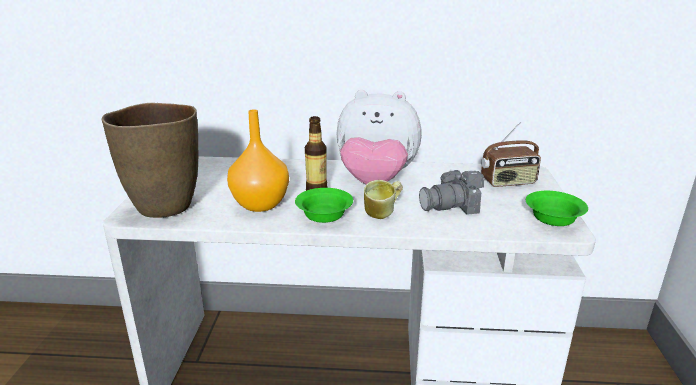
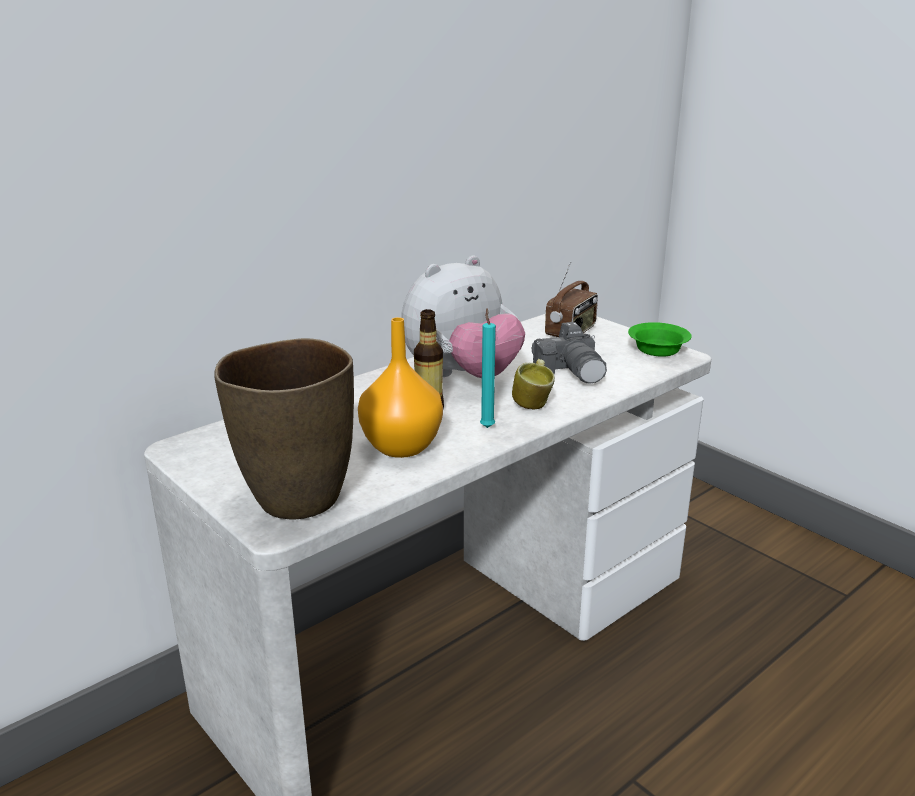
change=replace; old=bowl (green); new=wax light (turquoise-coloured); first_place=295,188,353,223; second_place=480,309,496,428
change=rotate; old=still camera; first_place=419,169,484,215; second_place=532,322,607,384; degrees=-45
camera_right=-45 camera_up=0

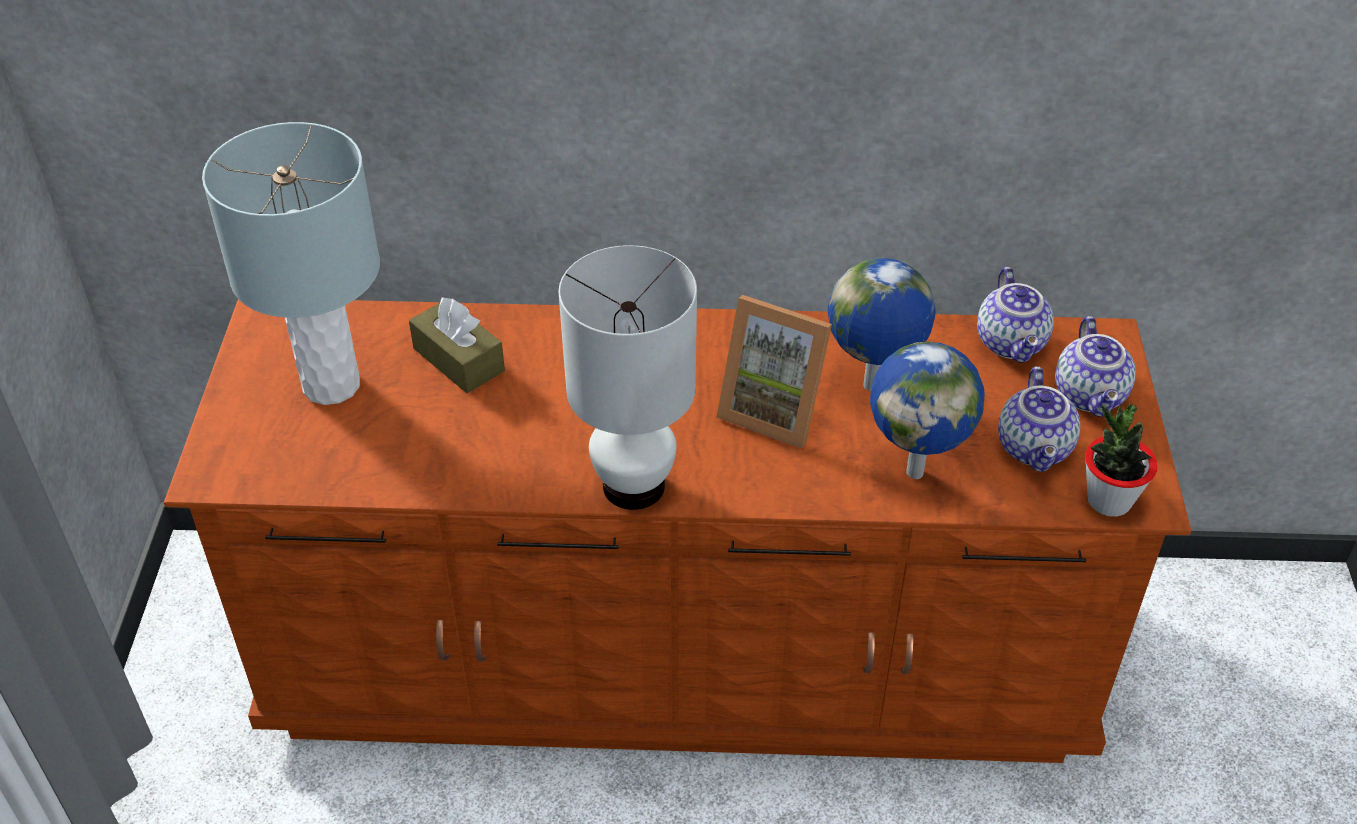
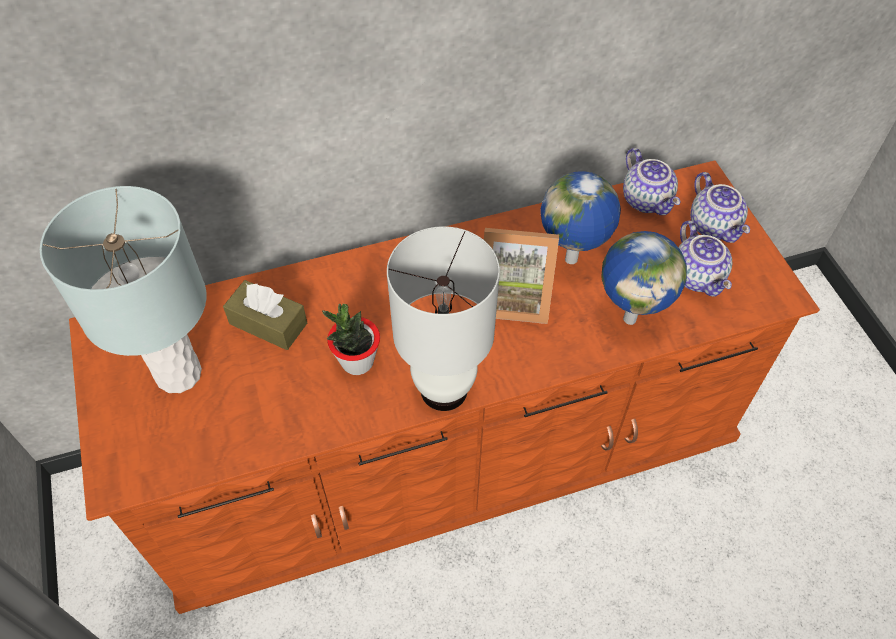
change=move; old=potted plant; first_place=1085,404,1158,517; second_place=322,303,380,375
camera_right=-20 camera_up=10

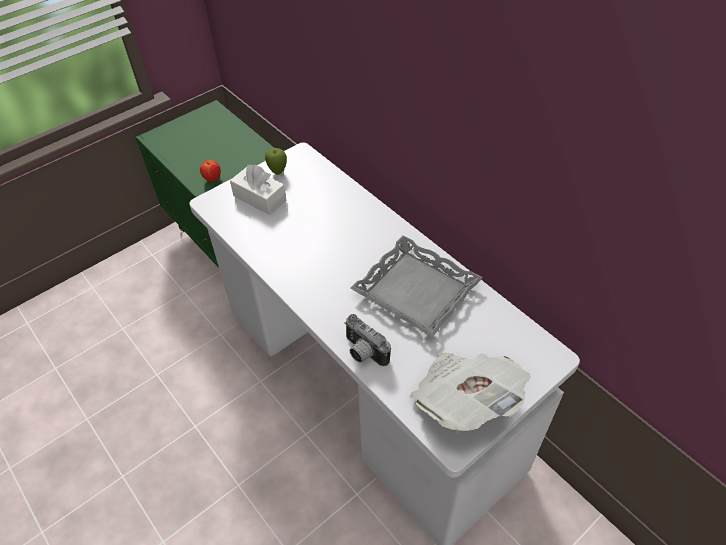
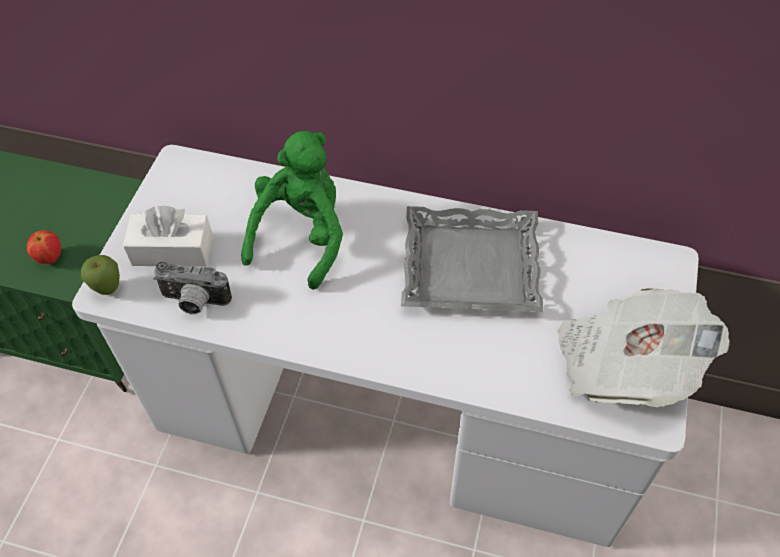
change=move; old=apple; first_place=265,148,287,175; second_place=81,255,120,295
change=move; old=still camera; first_place=344,314,391,366; second_place=153,261,232,314
change=insert; new=plush toy (green); second_place=241,131,343,290
camera_right=-35 camera_up=5

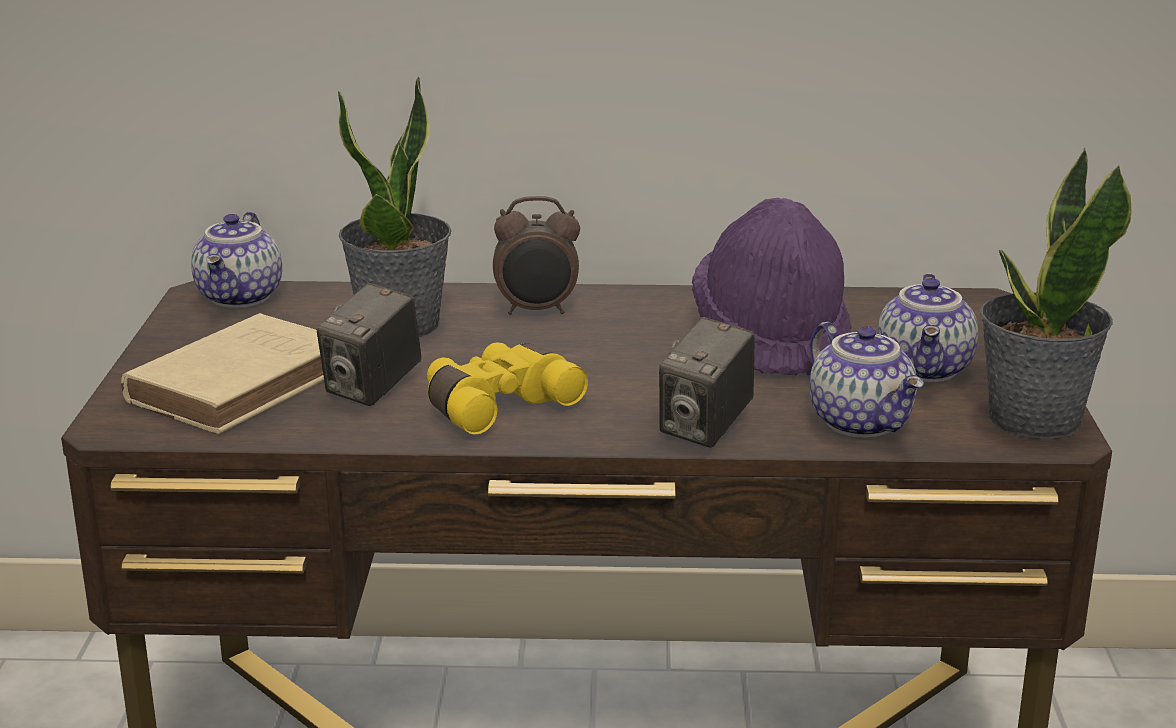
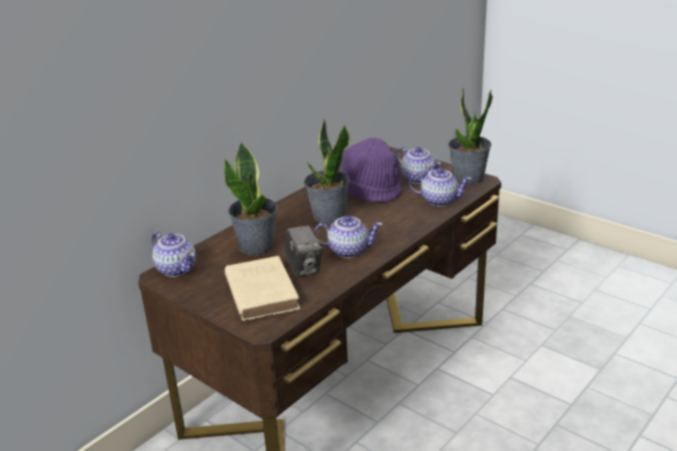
change=insert; new=potted plant; second_place=304,119,350,224
change=replace; old=binoculars (yellow); new=pot for tea; first_place=427,342,588,434; second_place=314,215,383,258
change=delete; old=bedside clock; first_place=493,196,580,315
change=delete; old=still camera; first_place=659,317,755,448
camera_right=-50 camera_up=5

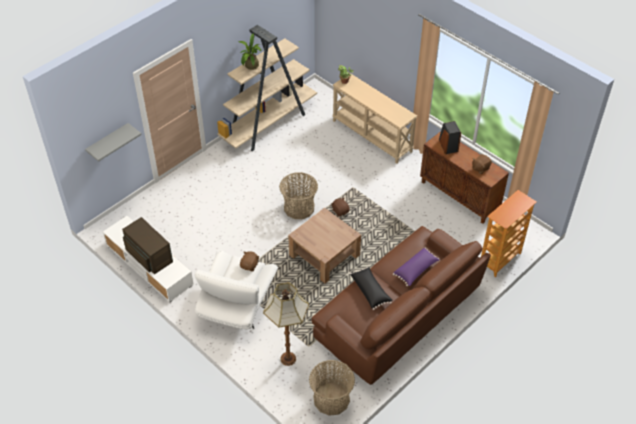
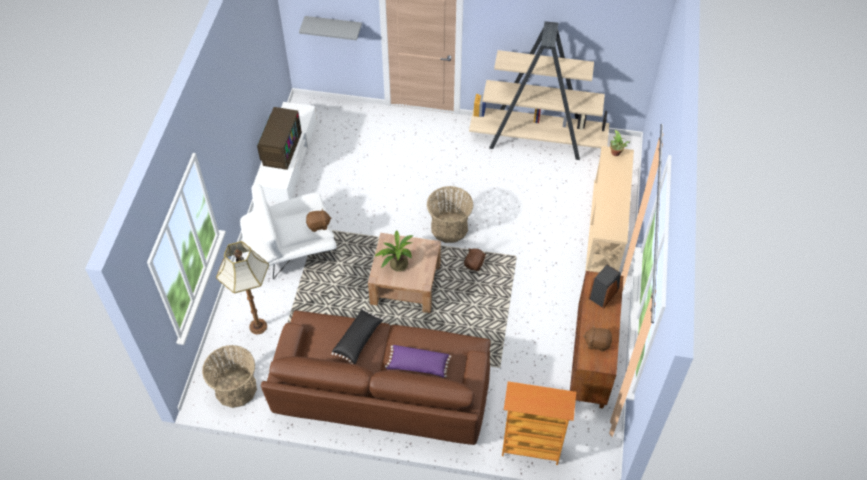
change=move; old=potted plant; first_place=238,33,262,70; second_place=375,230,414,272
camera_right=55 camera_up=5

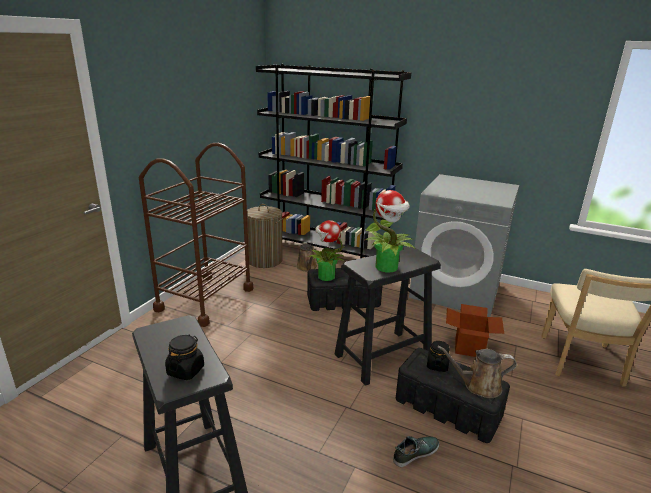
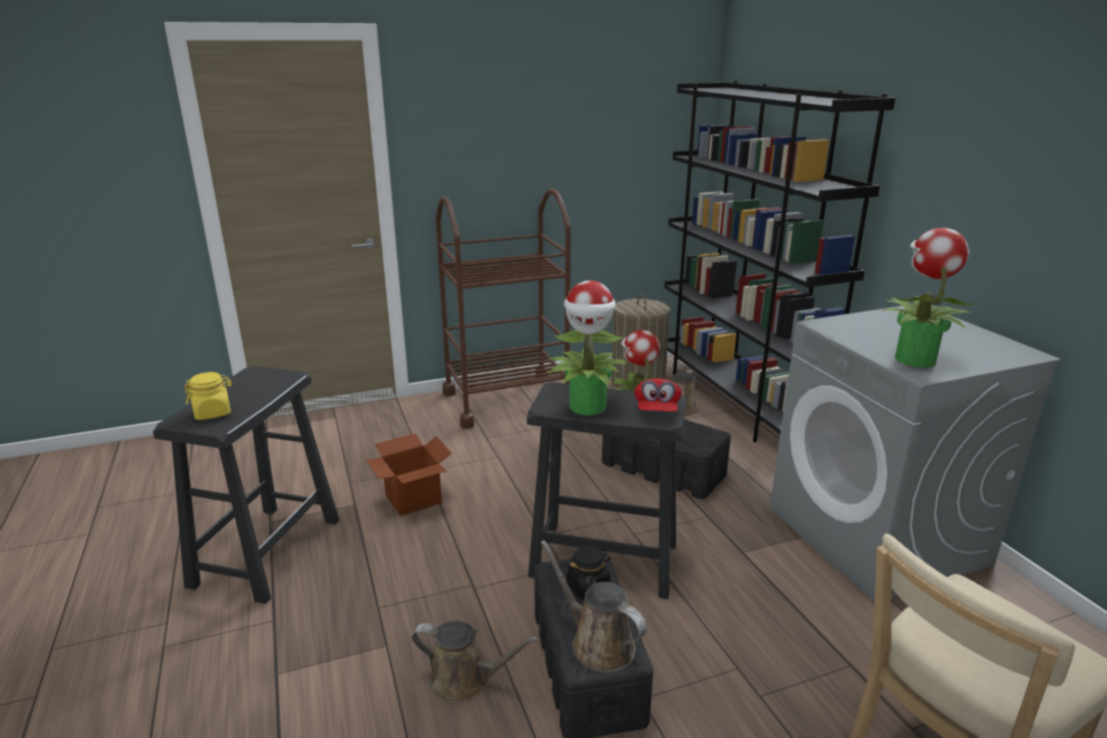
change=recolor; old=jar (black-coloured); new=jar (yellow); first_place=165,335,204,380; second_place=184,372,232,420
change=move; old=carton; first_place=446,304,504,357; second_place=366,433,452,516
change=replace; old=low shoe; new=watering can (brown); first_place=393,436,439,467; second_place=412,621,539,704
change=insert; new=peaked cap (reddish); second_place=634,379,681,412
change=insert; new=potted plant; second_place=882,228,976,367
camera_right=45 camera_up=0

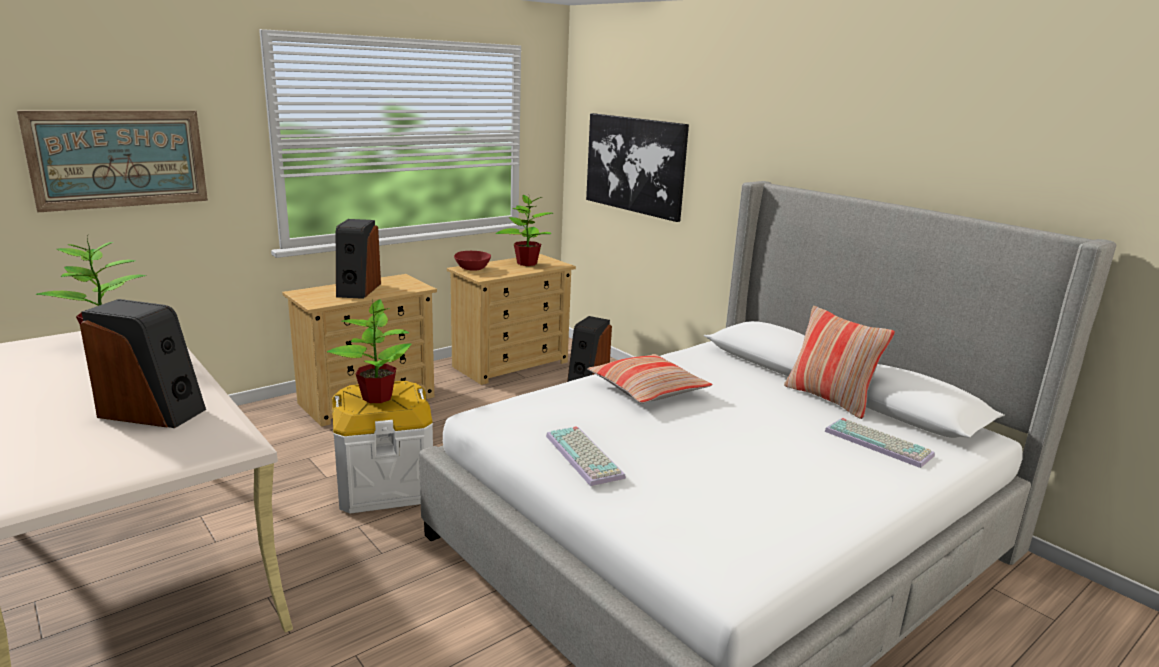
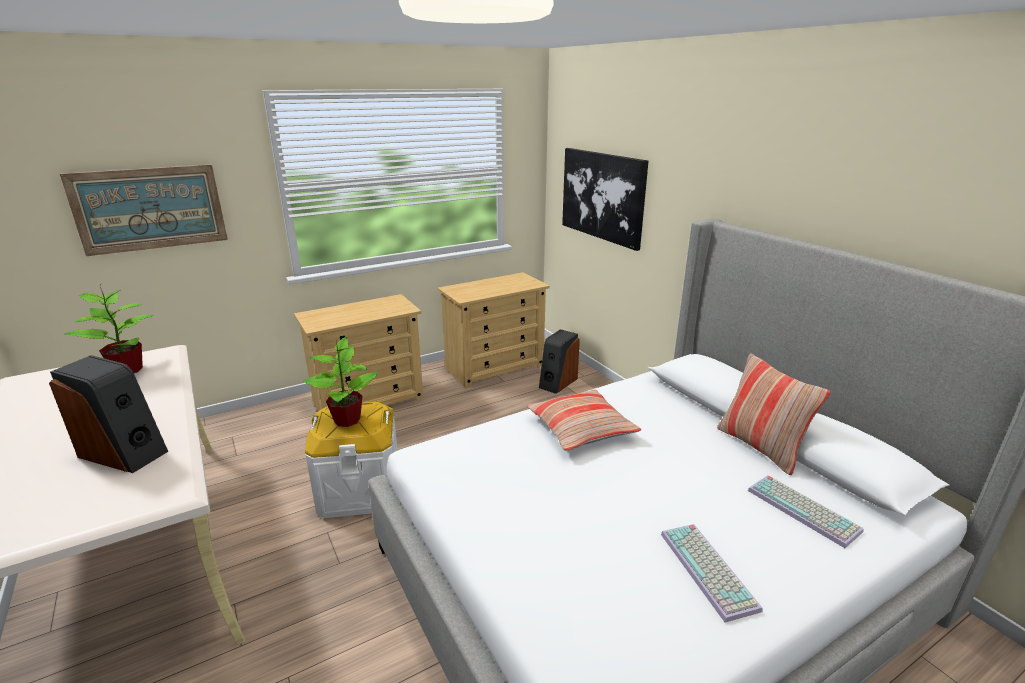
change=move; old=PC keyboard; first_place=546,426,626,486; second_place=661,524,763,622
change=delete; old=speaker; first_place=336,219,381,299
change=delete; old=bowl (reddish); first_place=454,251,491,271
change=delete; old=potted plant; first_place=496,195,553,266
camera_right=10 camera_up=5

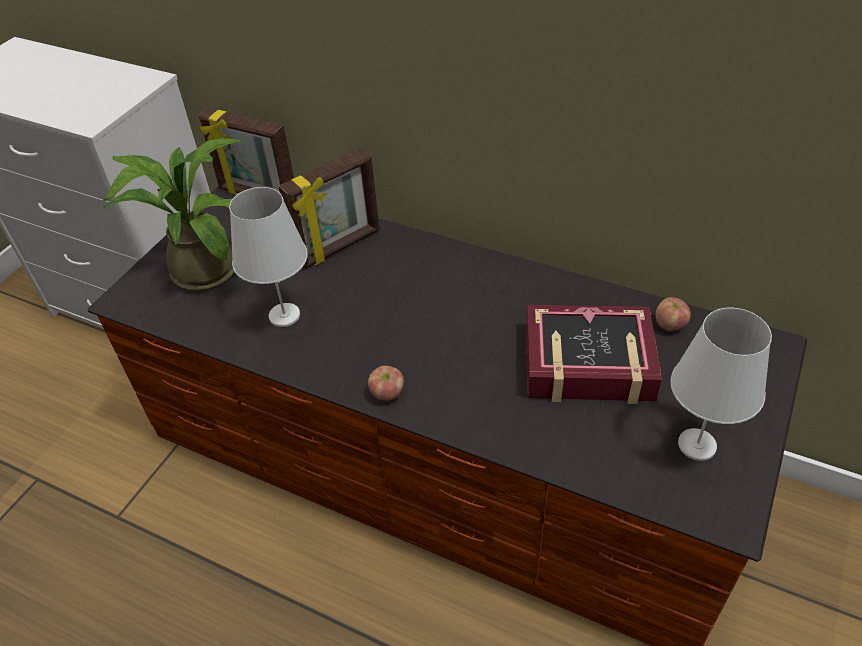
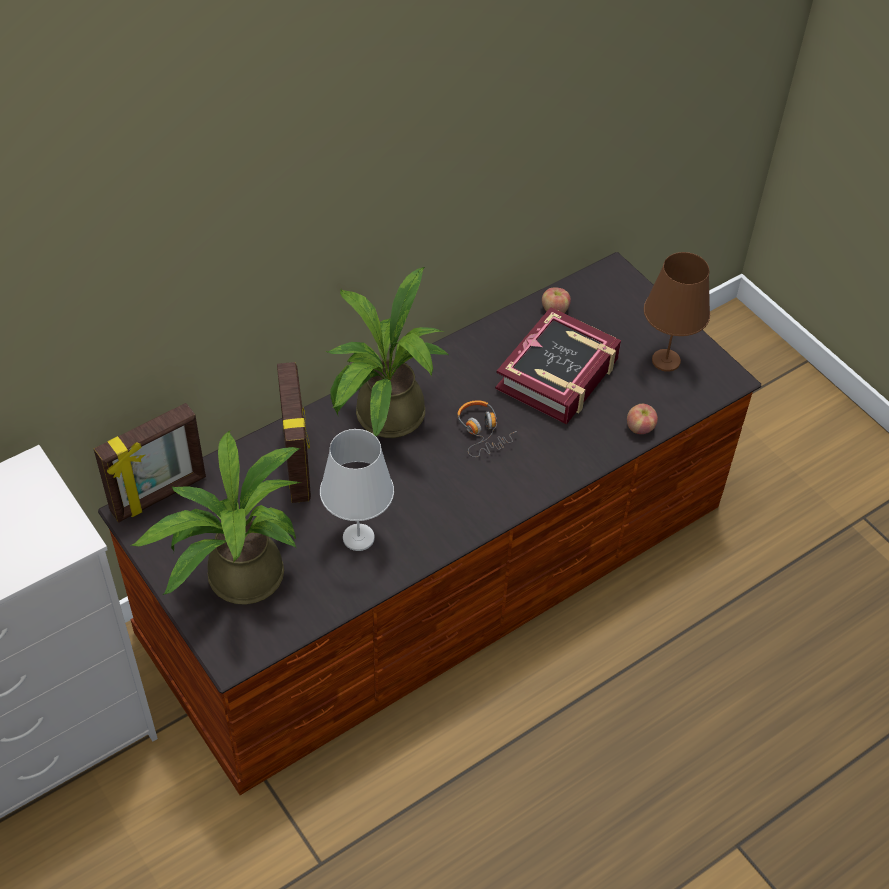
change=insert; new=potted plant; second_place=326,267,450,438
change=insert; new=headphones; second_place=457,400,517,457
change=move; old=apple; first_place=368,366,404,401; second_place=627,404,658,434
change=recolor; old=tabletop lamp (whitish); new=tabletop lamp (brown); first_place=670,308,772,461; second_place=644,252,710,372
camera_right=-65 camera_up=5

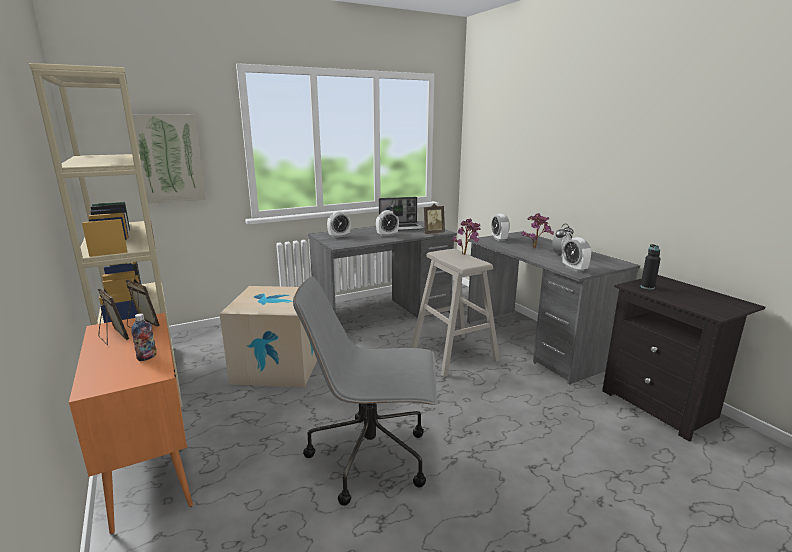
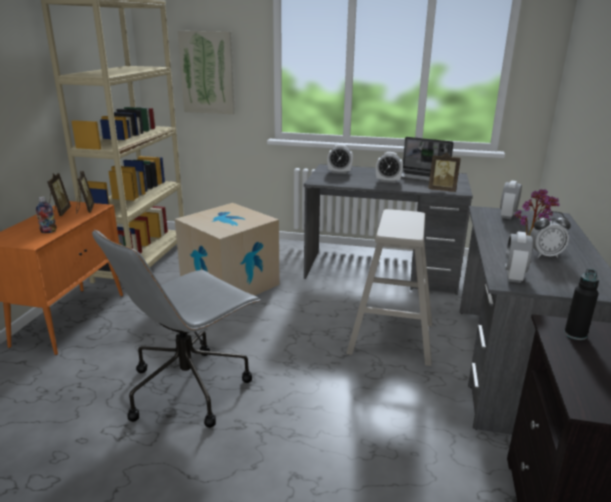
change=rotate; old=computer chair (grey); first_place=293,276,437,506; second_place=92,229,261,428; degrees=-90
change=delete; old=potted plant; first_place=452,219,481,255
camera_right=40 camera_up=5

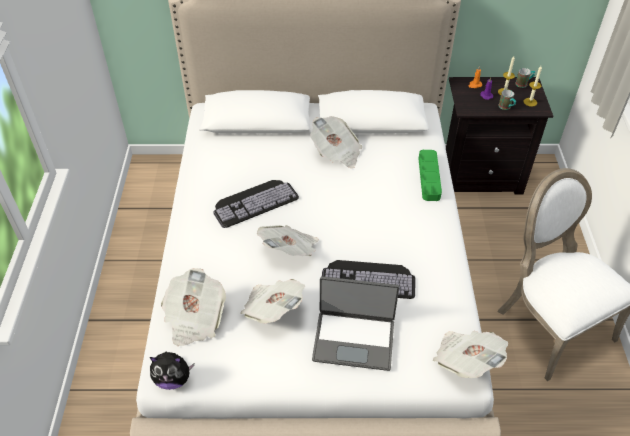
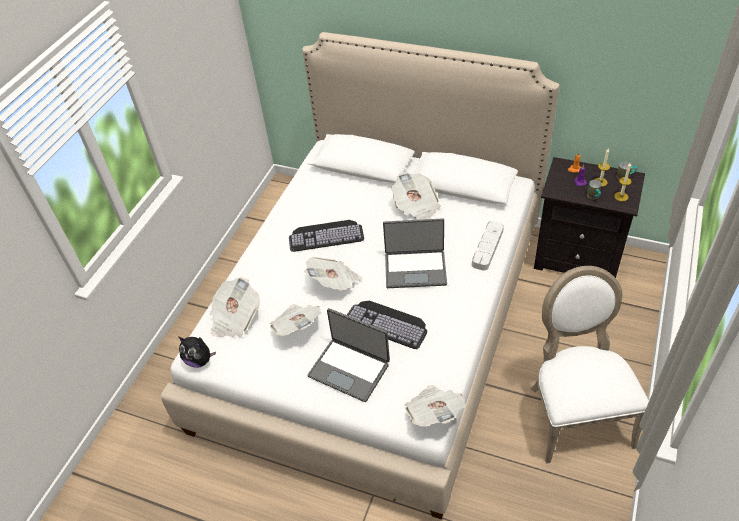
change=insert; new=laptop; second_place=383,218,447,288
change=recolor; old=carrying tray (green); new=carrying tray (grey); first_place=419,150,442,201; second_place=472,221,504,271
camera_right=25 camera_up=0

